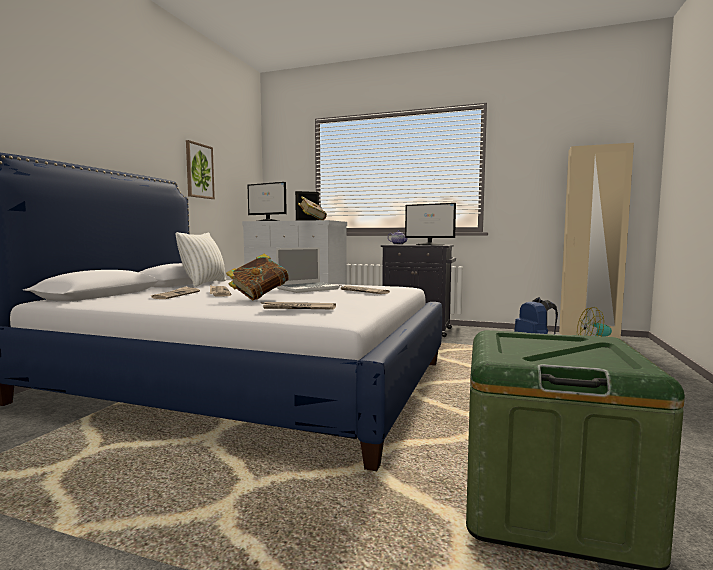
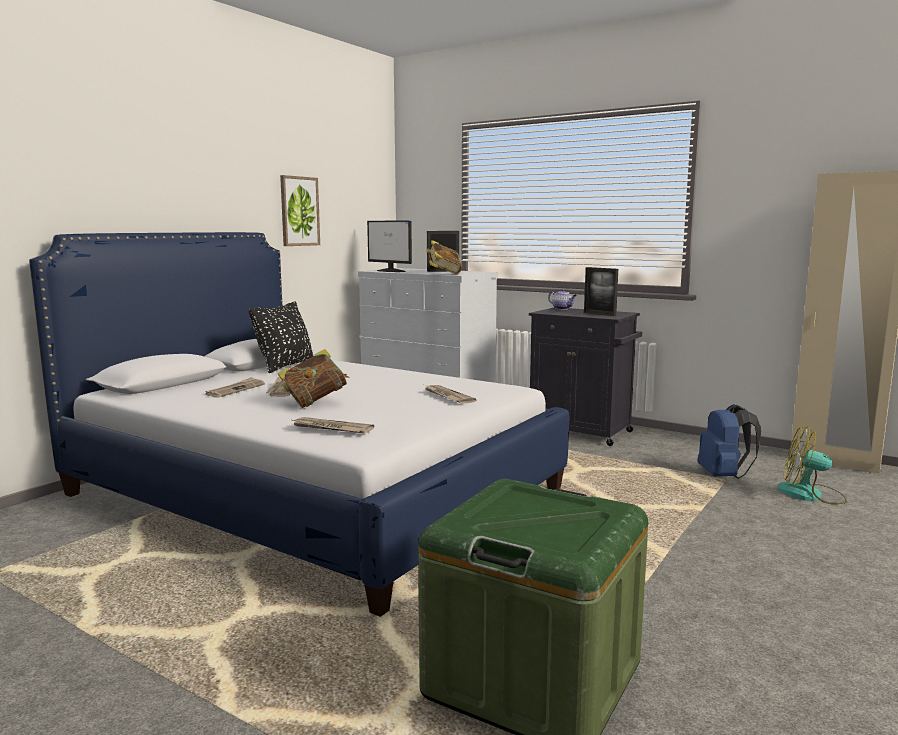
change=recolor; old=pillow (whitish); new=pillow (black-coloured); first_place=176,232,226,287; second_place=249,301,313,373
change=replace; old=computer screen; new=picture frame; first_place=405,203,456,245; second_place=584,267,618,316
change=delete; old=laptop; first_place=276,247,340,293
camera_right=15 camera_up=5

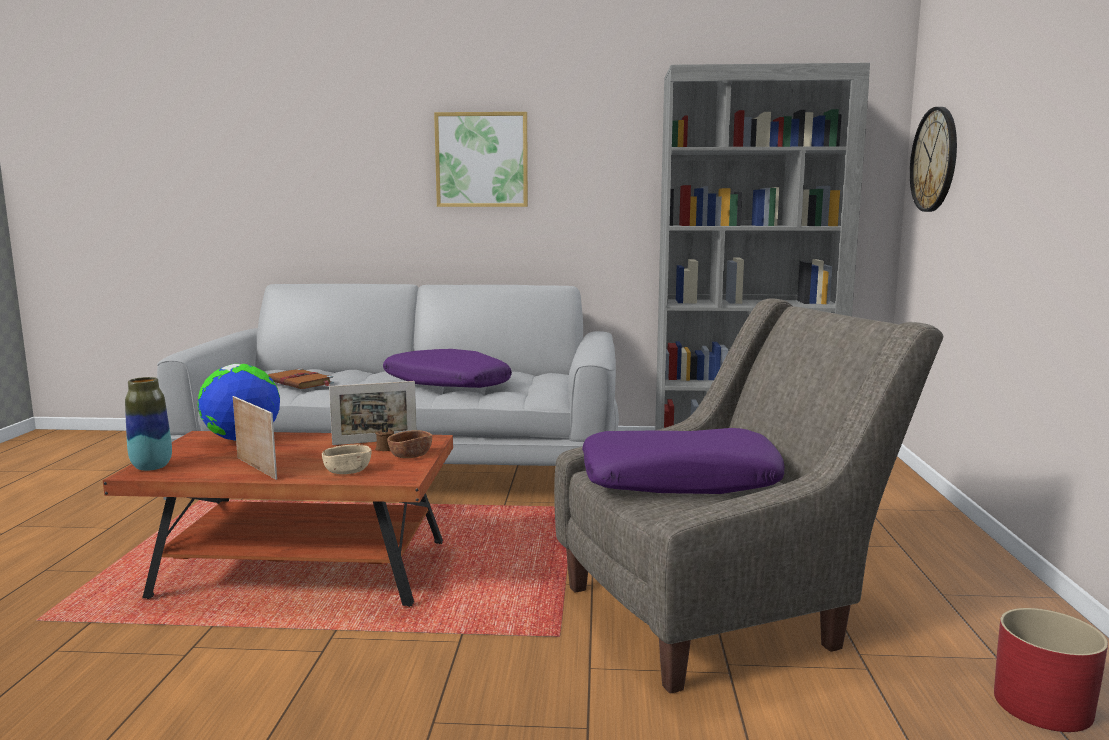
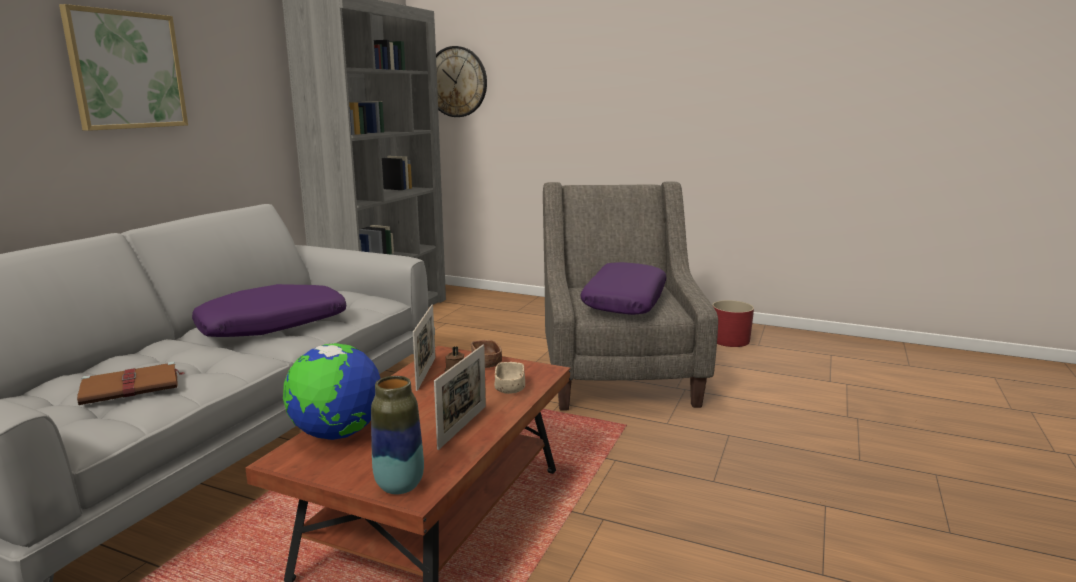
change=rotate; old=picture frame; first_place=233,396,277,480; second_place=434,344,486,450; degrees=135
camera_right=-70 camera_up=5

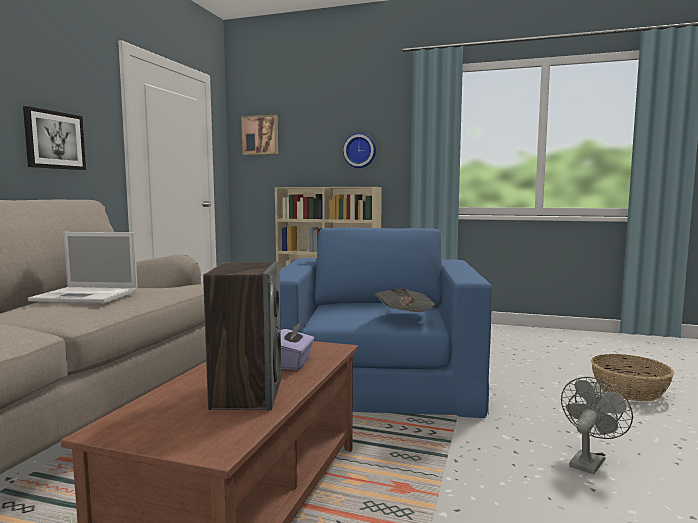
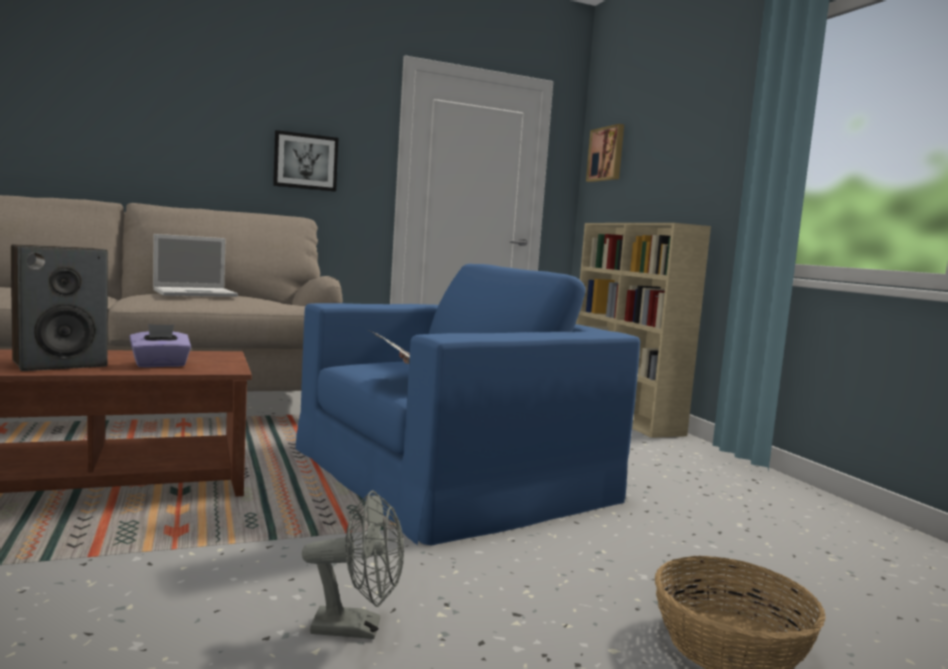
change=rotate; old=laptop; first_place=28,232,138,303; second_place=153,234,238,297; degrees=-90
change=delete; old=clock on the wall; first_place=343,133,376,168
camera_right=50 camera_up=0

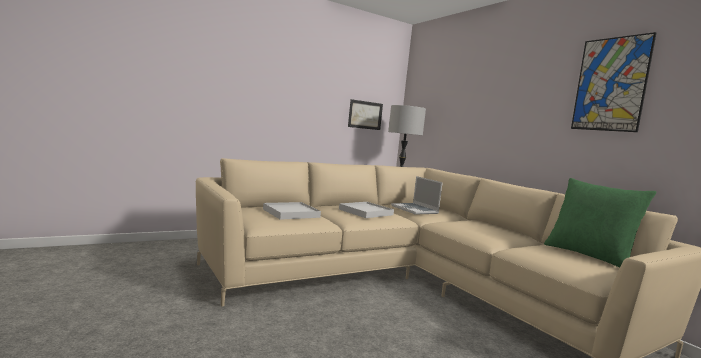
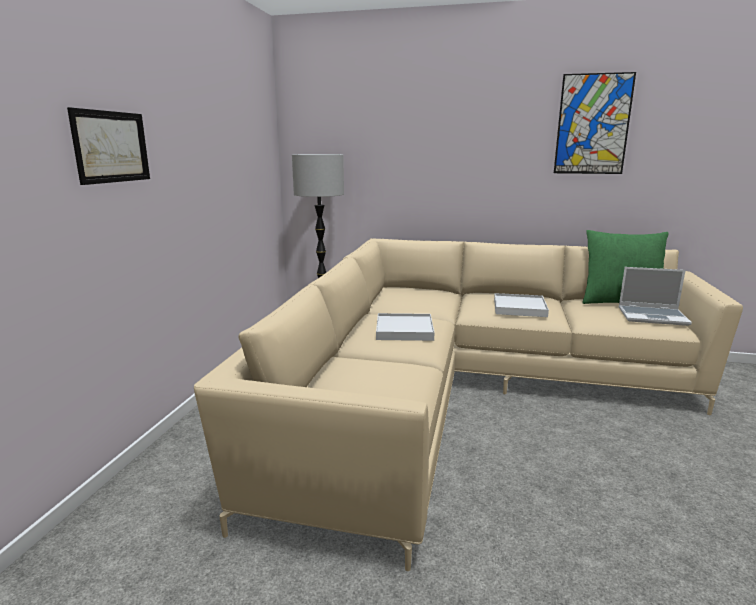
change=move; old=wall picture; first_place=348,99,383,130; second_place=67,107,150,185
change=move; old=carrying tray (whitish); first_place=263,202,321,220; second_place=494,293,549,317
change=move; old=laptop; first_place=391,176,443,215; second_place=618,267,692,326
camera_right=-45 camera_up=10

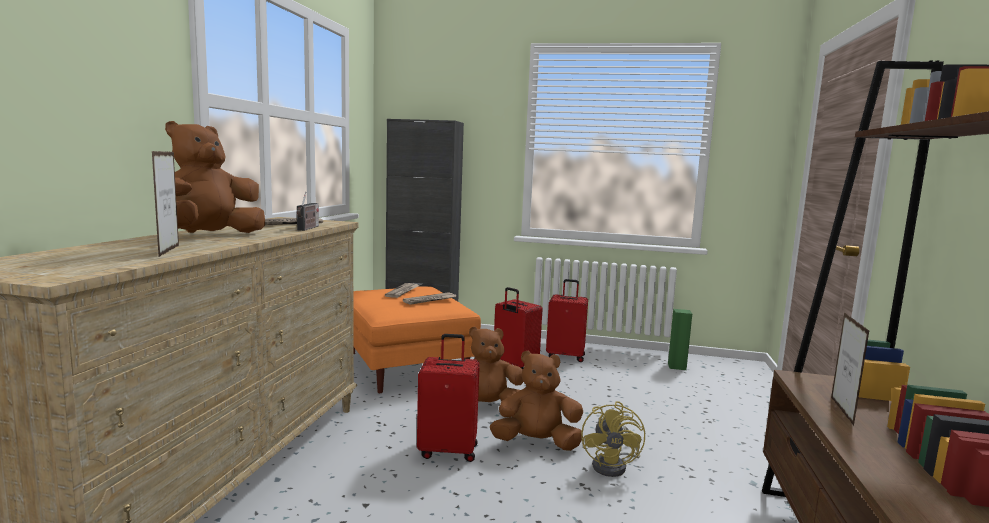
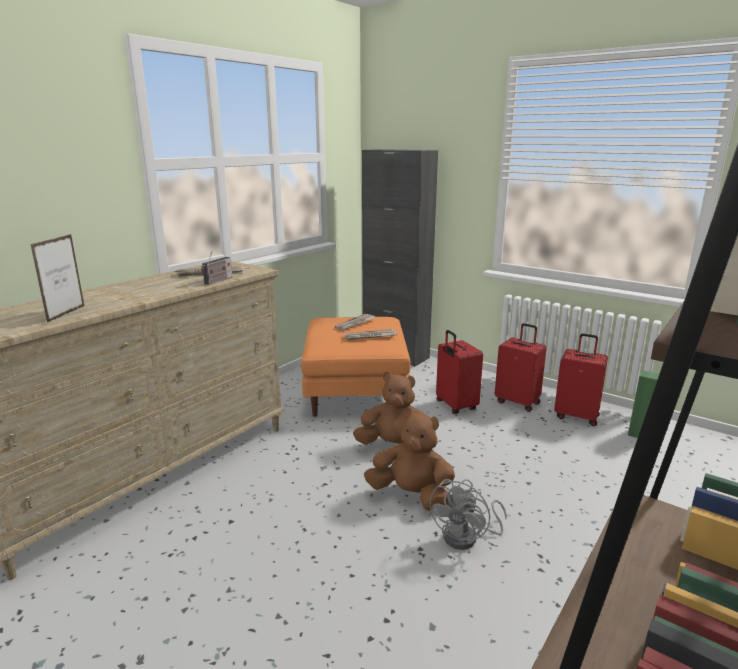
change=recolor; old=fan (yellow); new=fan (grey); first_place=581,401,645,477; second_place=428,479,507,550
change=move; old=piece of luggage (reddish); first_place=417,334,480,462; second_place=554,333,608,426
change=delete; old=plush toy (brown); first_place=165,121,265,233
change=delete; old=picture frame; first_place=831,312,869,426
camera_right=25 camera_up=10

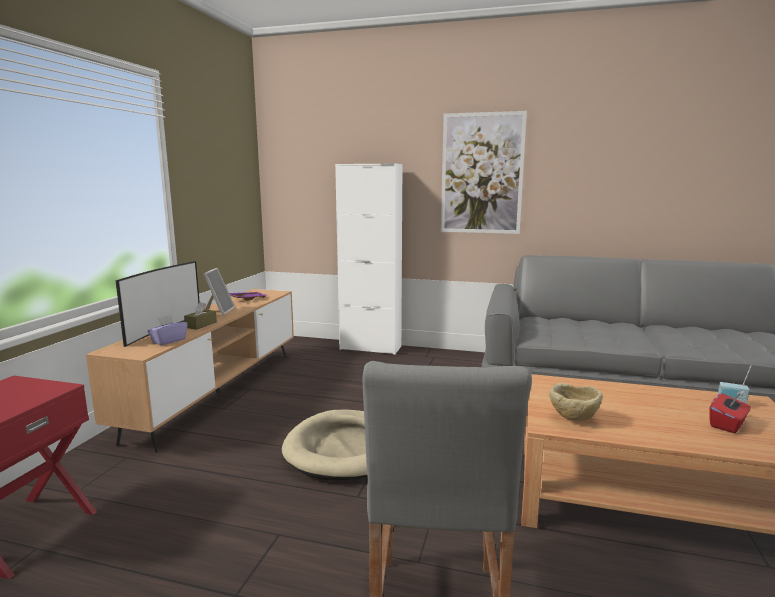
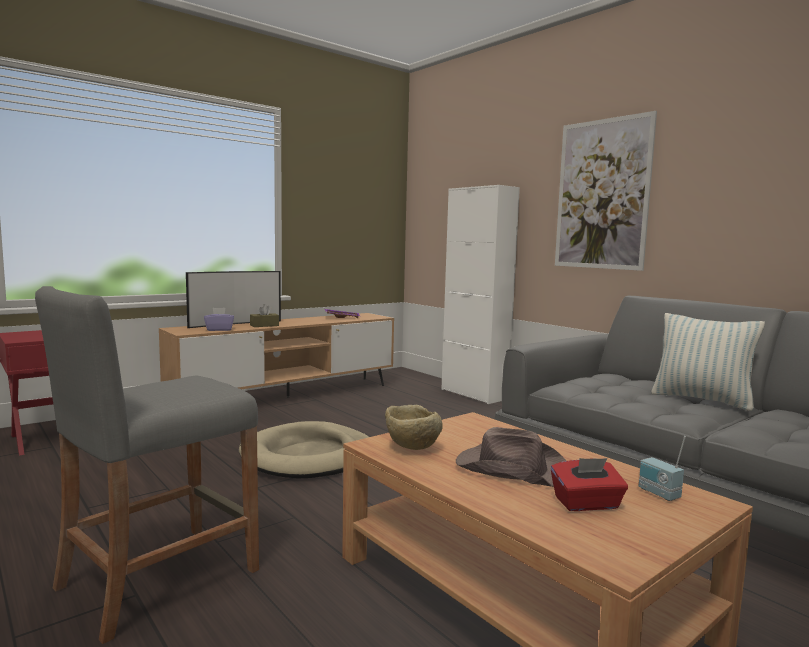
change=insert; new=hat (brown); second_place=456,427,566,487
change=insert; new=pillow; second_place=651,313,765,411
change=delete; old=picture frame; first_place=203,268,235,315
camera_right=35 camera_up=-5

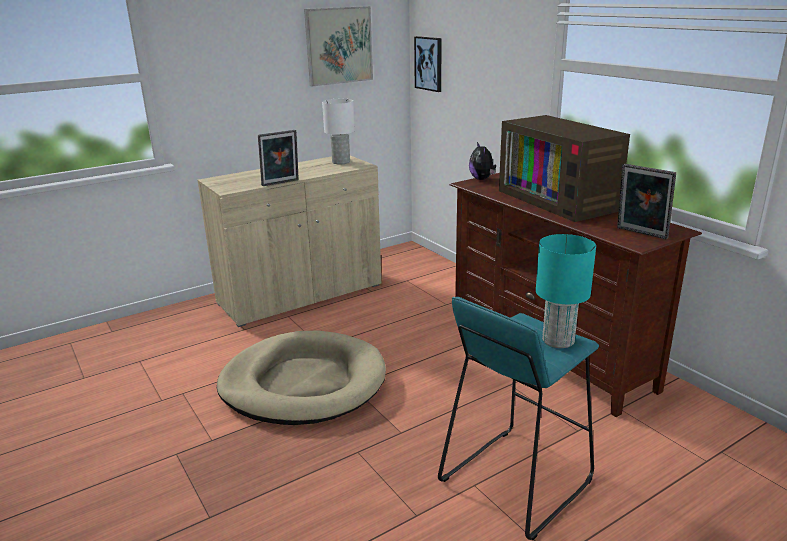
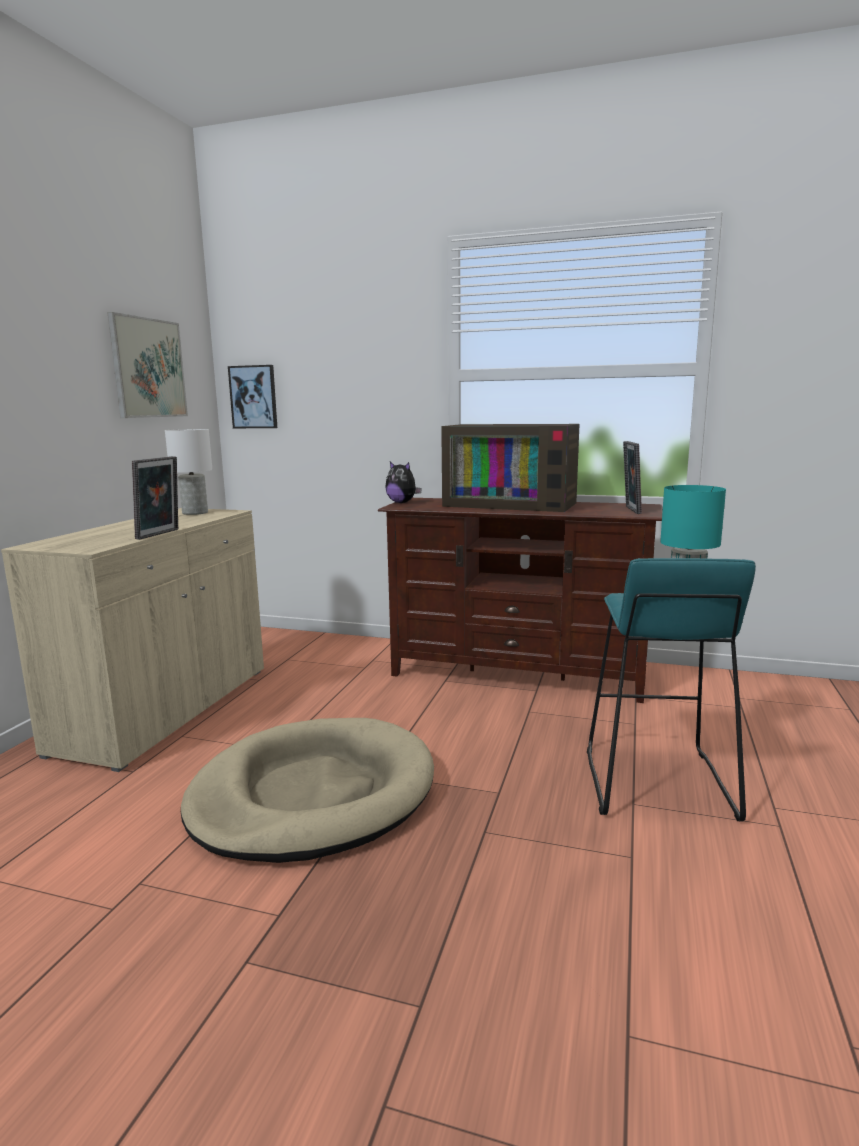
change=rotate; old=picture frame; first_place=617,164,676,239; second_place=623,441,642,514; degrees=90
camera_right=-40 camera_up=-10

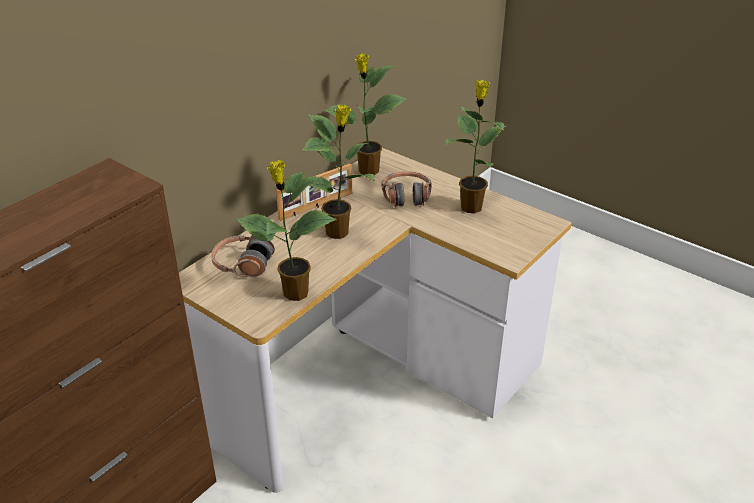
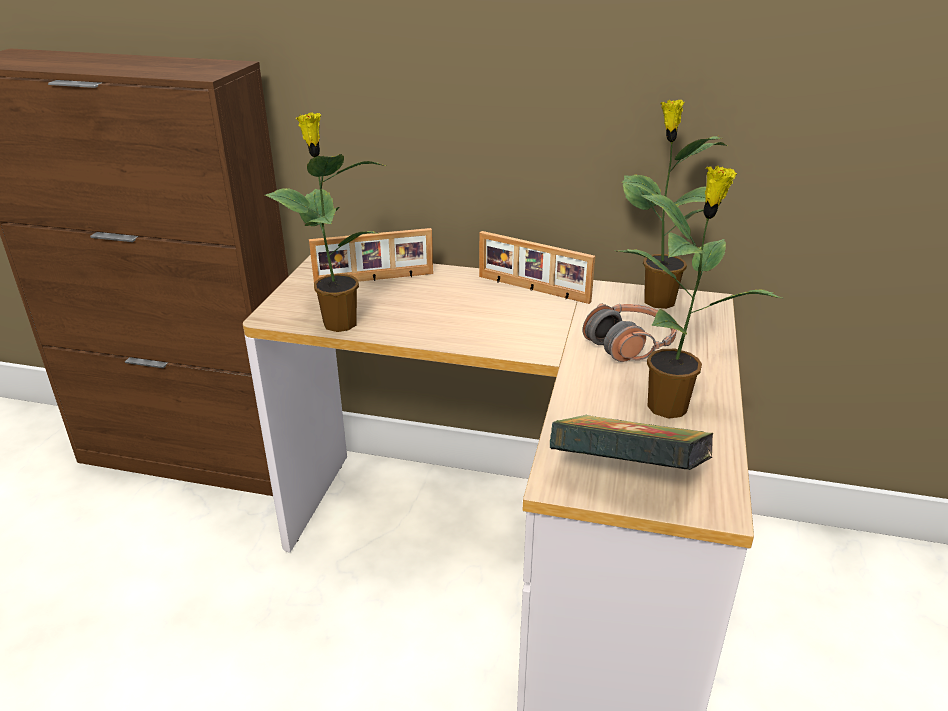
change=replace; old=headphones; new=picture frame; first_place=211,235,275,277; second_place=309,228,433,282
change=insert; new=volume; second_place=550,414,713,470
change=delete; old=potted plant; first_place=302,105,375,239
camera_right=65 camera_up=-5

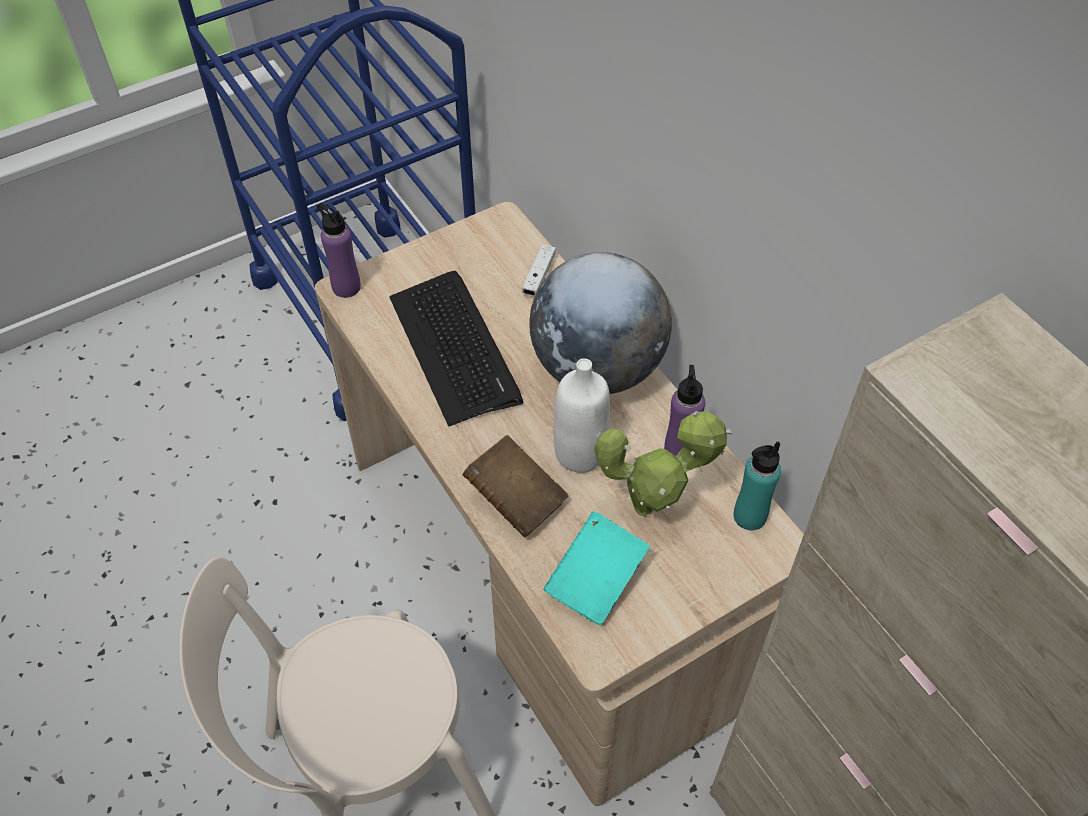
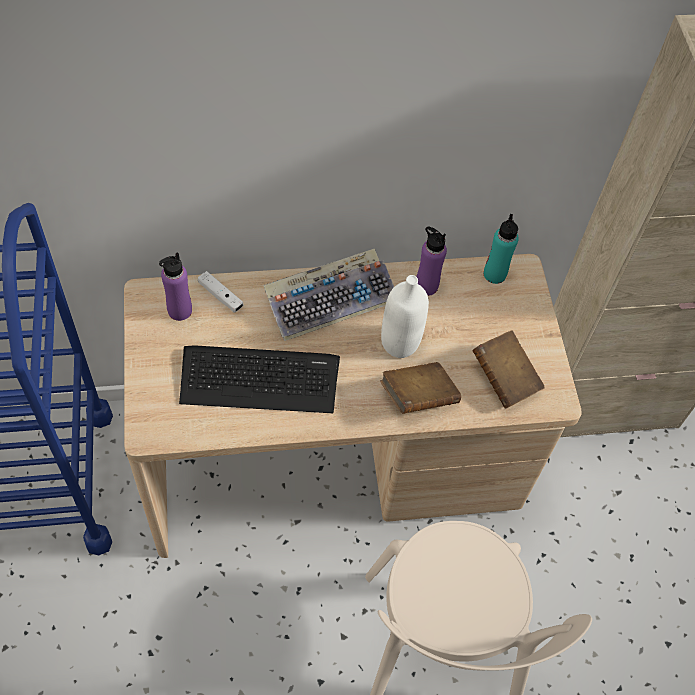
change=move; old=bottle (purple-coloured); first_place=317,203,361,298; second_place=159,252,192,321
change=replace; old=desk globe; new=PC keyboard; first_place=529,252,672,394; second_place=263,248,394,341
change=recolor; old=volume (turquoise-coloured); new=volume (brown); first_place=543,512,650,625; second_place=472,330,545,409
change=delete; old=potted plant; first_place=594,411,732,517
camera_right=-70 camera_up=5

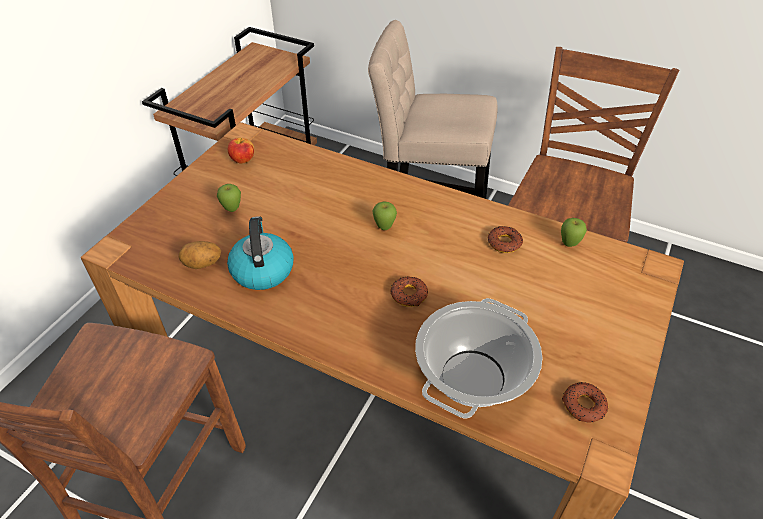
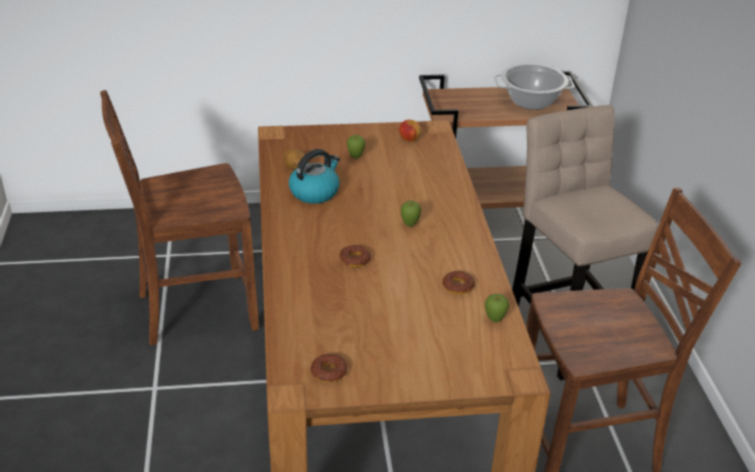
change=move; old=cooking pot; first_place=415,298,542,418; second_place=494,63,575,110
camera_right=55 camera_up=-10

